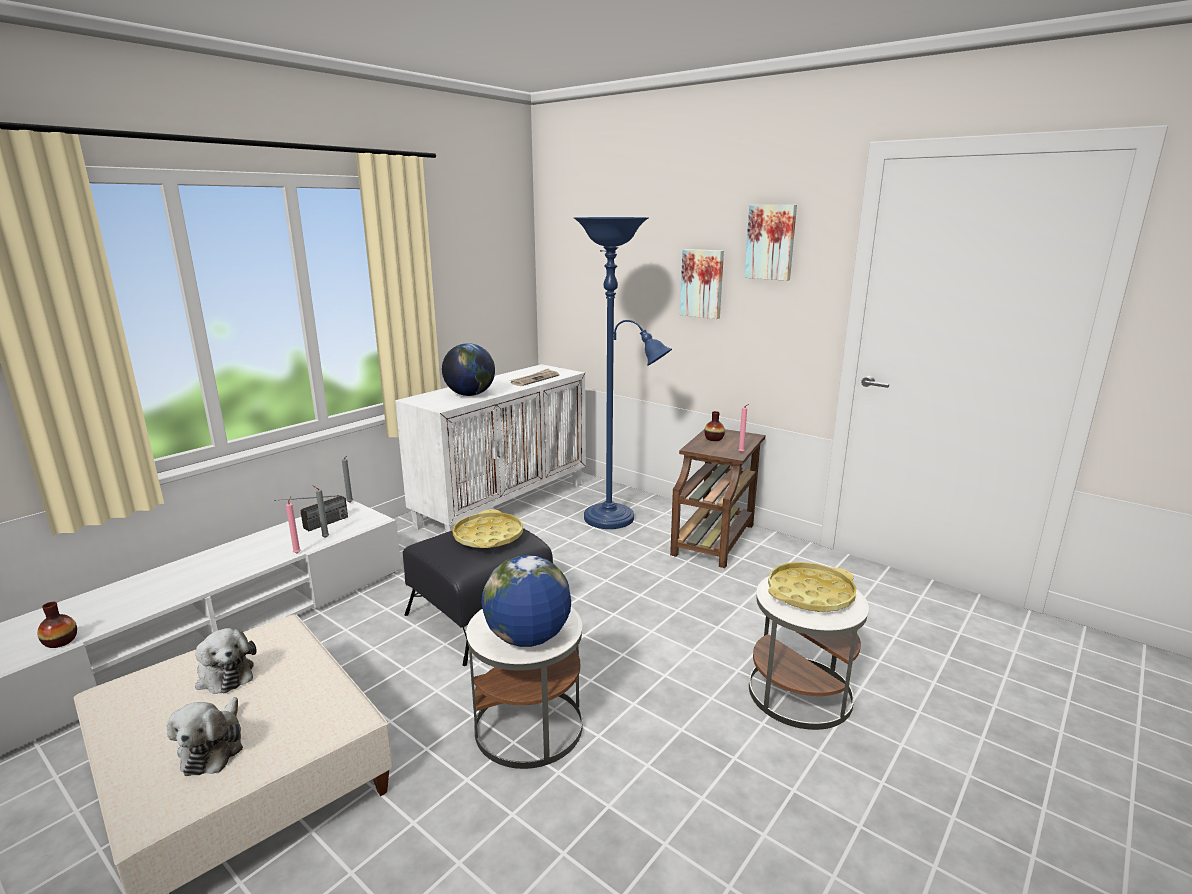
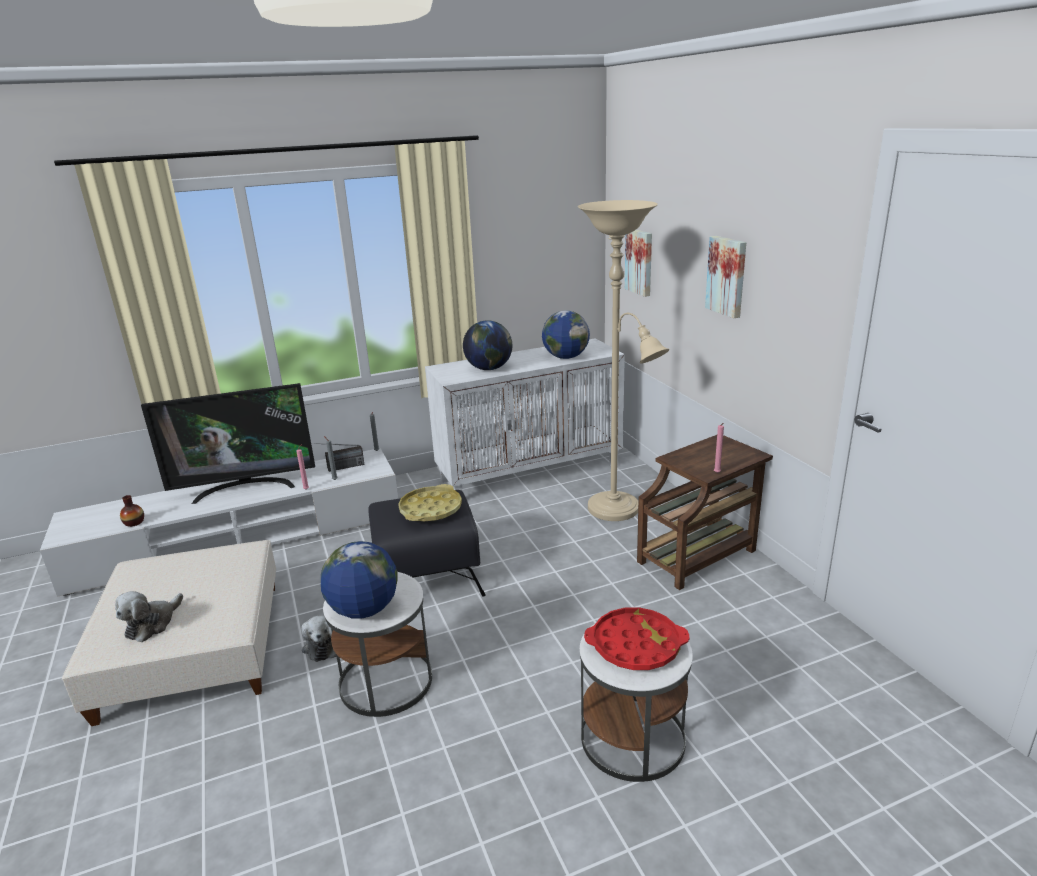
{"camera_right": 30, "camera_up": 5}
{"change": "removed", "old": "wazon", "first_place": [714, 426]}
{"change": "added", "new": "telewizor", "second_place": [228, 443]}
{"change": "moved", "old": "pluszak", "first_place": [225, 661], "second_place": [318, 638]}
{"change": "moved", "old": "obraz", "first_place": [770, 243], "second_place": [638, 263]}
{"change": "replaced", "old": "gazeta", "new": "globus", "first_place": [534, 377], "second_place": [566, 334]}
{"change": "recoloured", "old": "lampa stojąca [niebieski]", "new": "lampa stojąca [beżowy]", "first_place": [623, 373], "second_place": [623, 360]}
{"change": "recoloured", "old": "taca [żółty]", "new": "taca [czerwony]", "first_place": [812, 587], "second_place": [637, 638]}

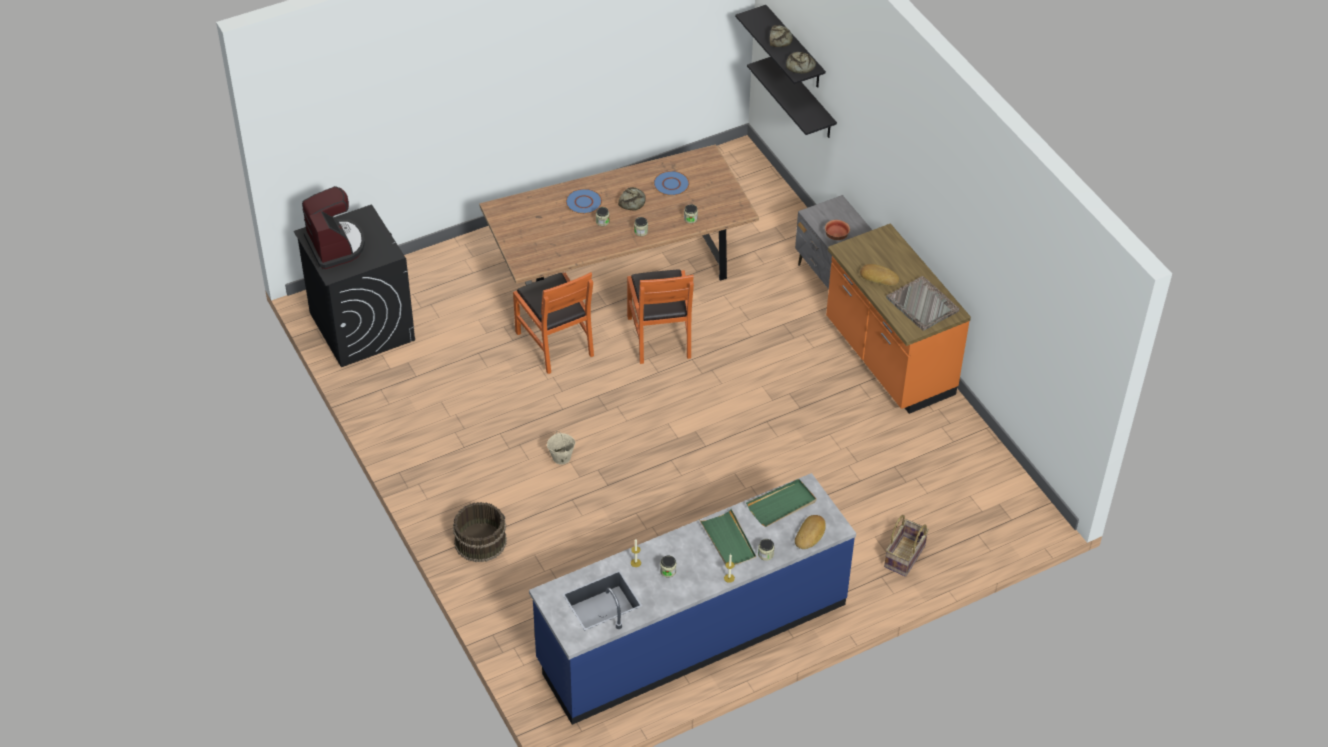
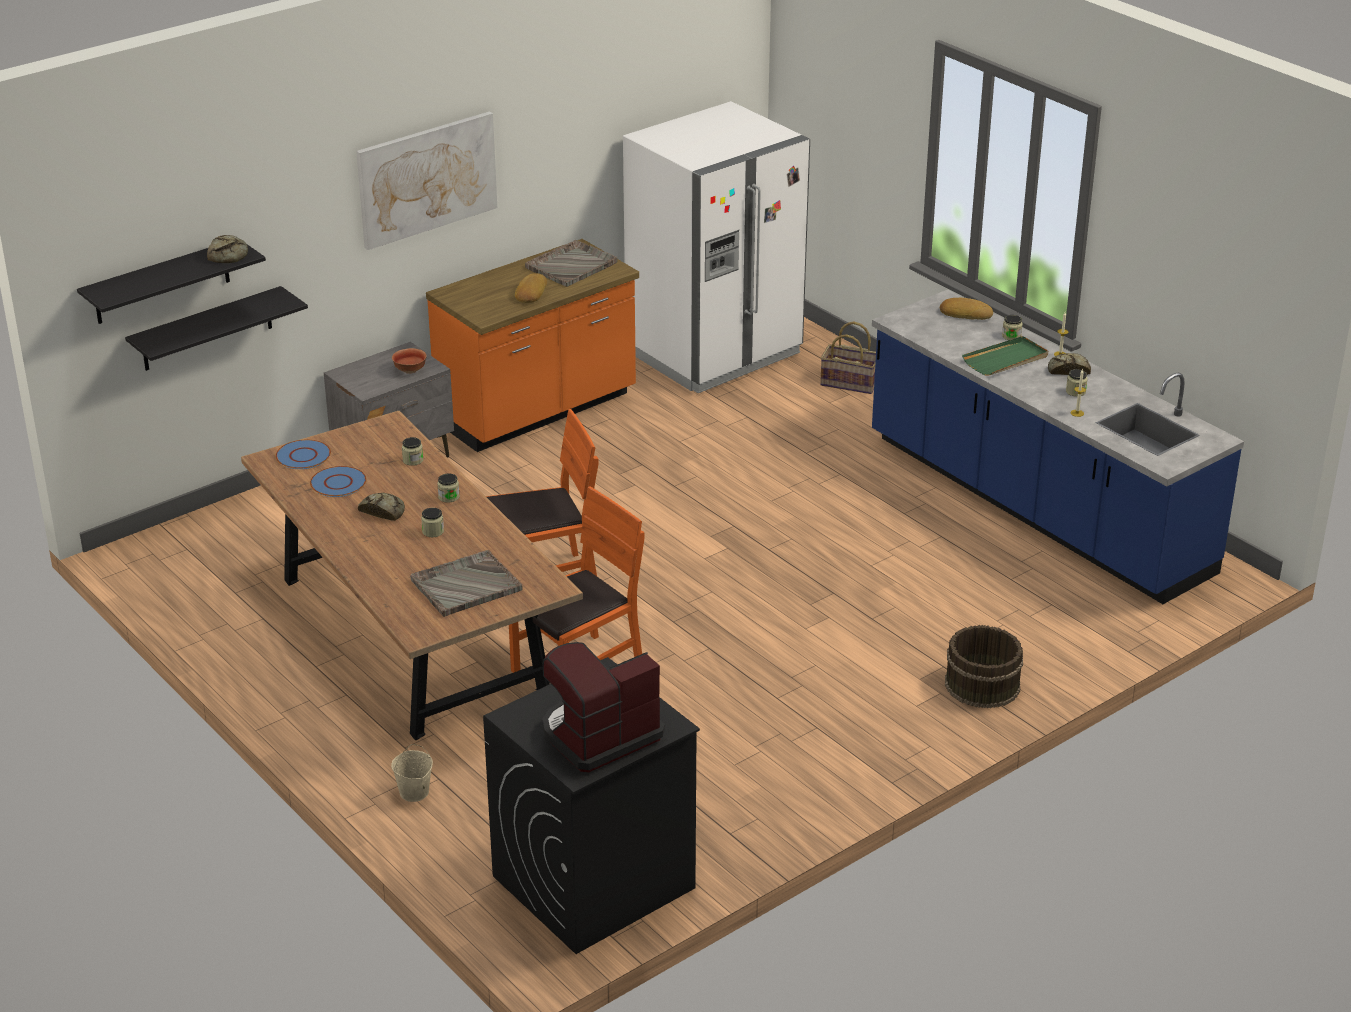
{"camera_right": -100, "camera_up": -15}
{"change": "removed", "old": "taca [zielony]", "first_place": [781, 503]}
{"change": "added", "new": "obraz", "second_place": [426, 181]}
{"change": "added", "new": "taca [szary]", "second_place": [466, 583]}
{"change": "added", "new": "lodówka [biały]", "second_place": [716, 247]}
{"change": "moved", "old": "wiadro [beżowy]", "first_place": [561, 448], "second_place": [412, 773]}
{"change": "moved", "old": "talerz [niebieski]", "first_place": [584, 201], "second_place": [303, 454]}
{"change": "moved", "old": "chleb", "first_place": [781, 36], "second_place": [1069, 364]}

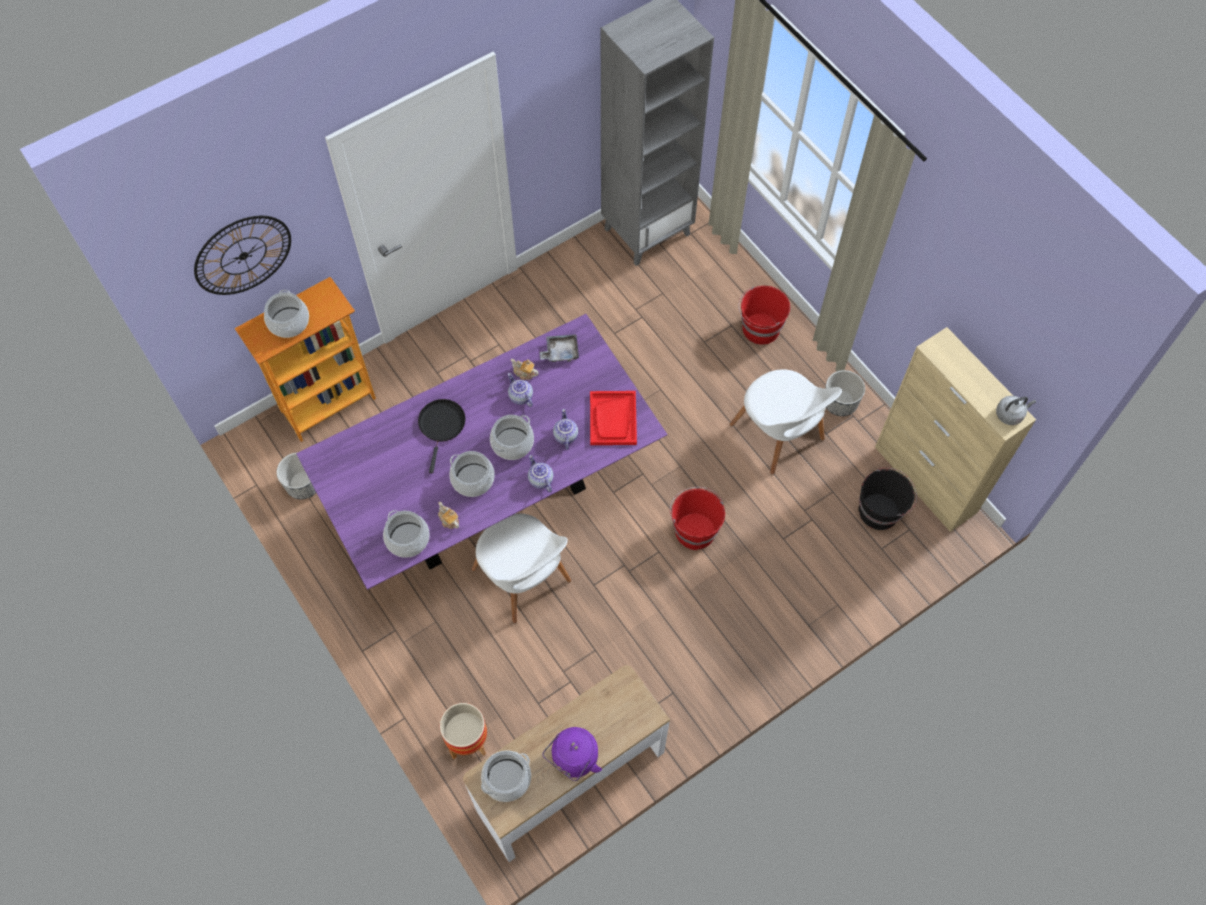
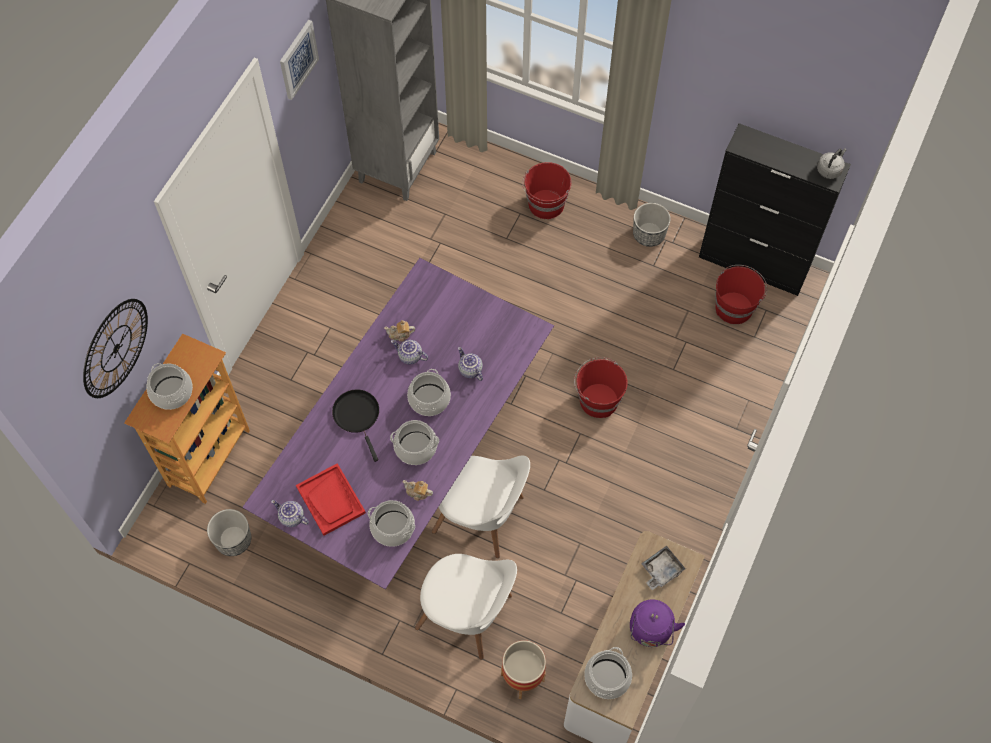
{"camera_right": -30, "camera_up": 0}
{"change": "added", "new": "obraz", "second_place": [299, 60]}
{"change": "moved", "old": "imbryk", "first_place": [540, 473], "second_place": [290, 513]}
{"change": "moved", "old": "taca [szary]", "first_place": [559, 348], "second_place": [663, 568]}
{"change": "moved", "old": "taca [czerwony]", "first_place": [613, 418], "second_place": [331, 499]}
{"change": "moved", "old": "krzesło [biały]", "first_place": [786, 422], "second_place": [466, 607]}
{"change": "recoloured", "old": "wiadro [czarny]", "new": "wiadro [czerwony]", "first_place": [887, 499], "second_place": [741, 294]}
{"change": "recoloured", "old": "szafka [beżowy]", "new": "szafka [czarny]", "first_place": [955, 429], "second_place": [775, 209]}

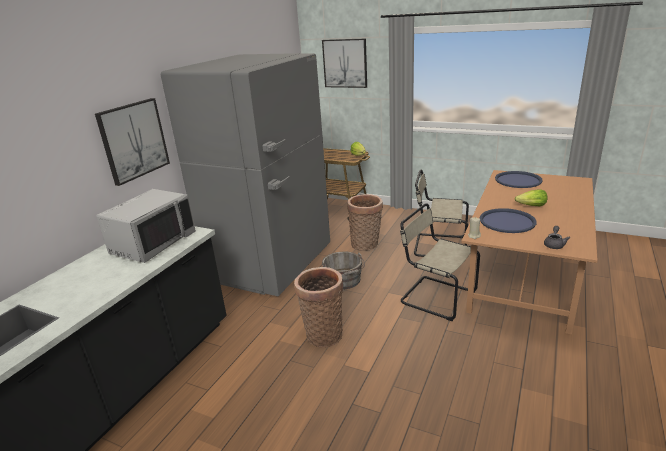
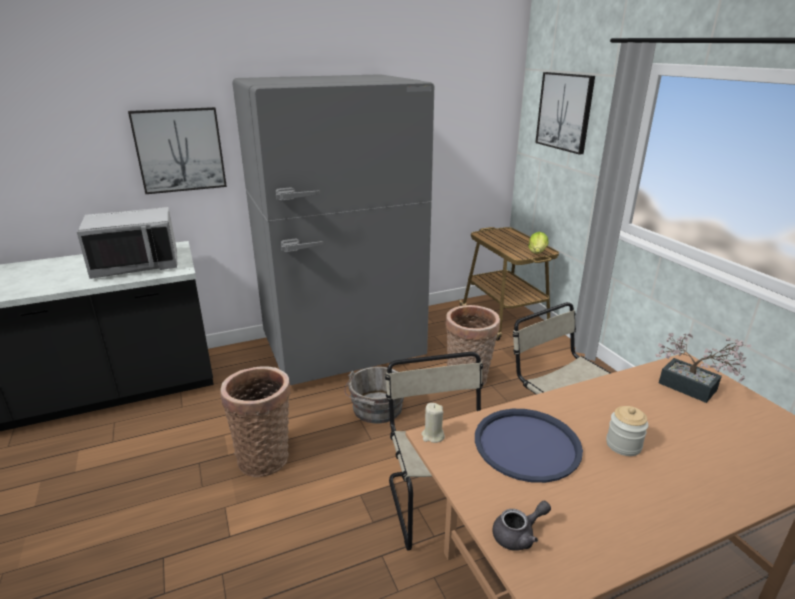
{"camera_right": 40, "camera_up": 0}
{"change": "replaced", "old": "taca [niebieski]", "new": "roślina doniczkowa", "first_place": [519, 179], "second_place": [703, 368]}
{"change": "replaced", "old": "sałata", "new": "słoik", "first_place": [531, 198], "second_place": [627, 431]}

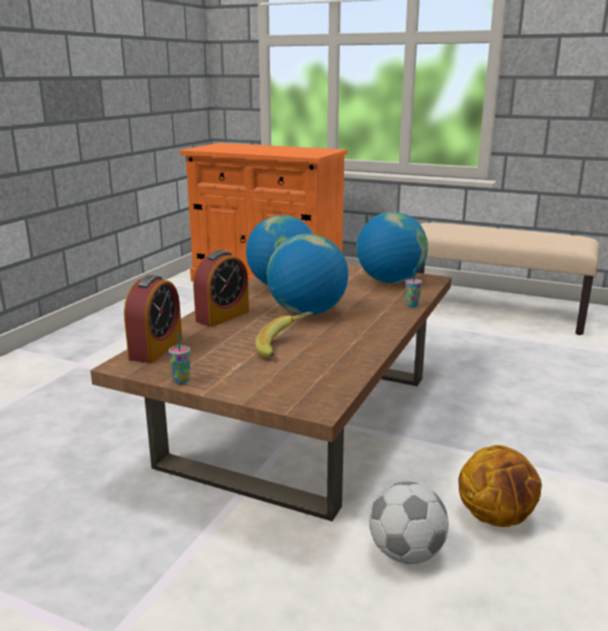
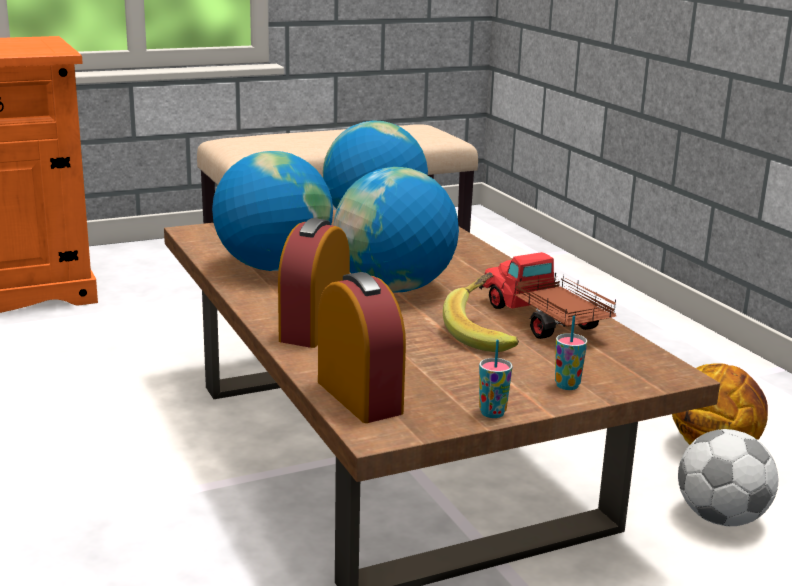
{"camera_right": -50, "camera_up": 0}
{"change": "added", "new": "ciężarówka zabawkowa", "second_place": [547, 295]}
{"change": "moved", "old": "filiżanka", "first_place": [414, 287], "second_place": [571, 353]}
{"change": "turned", "old": "budzik", "first_place": [221, 288], "second_place": [314, 283], "degrees": -150}

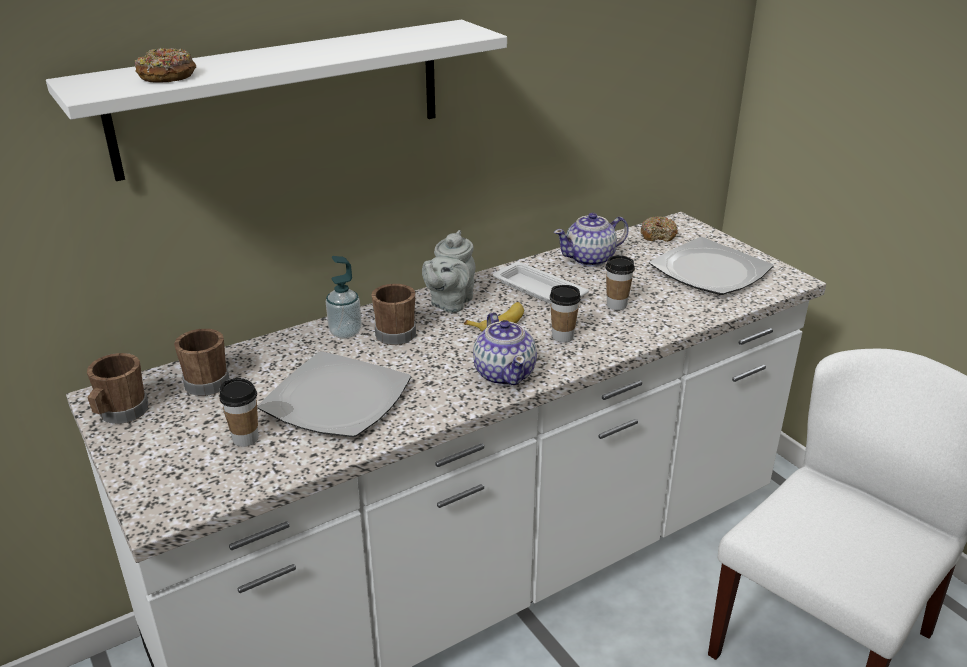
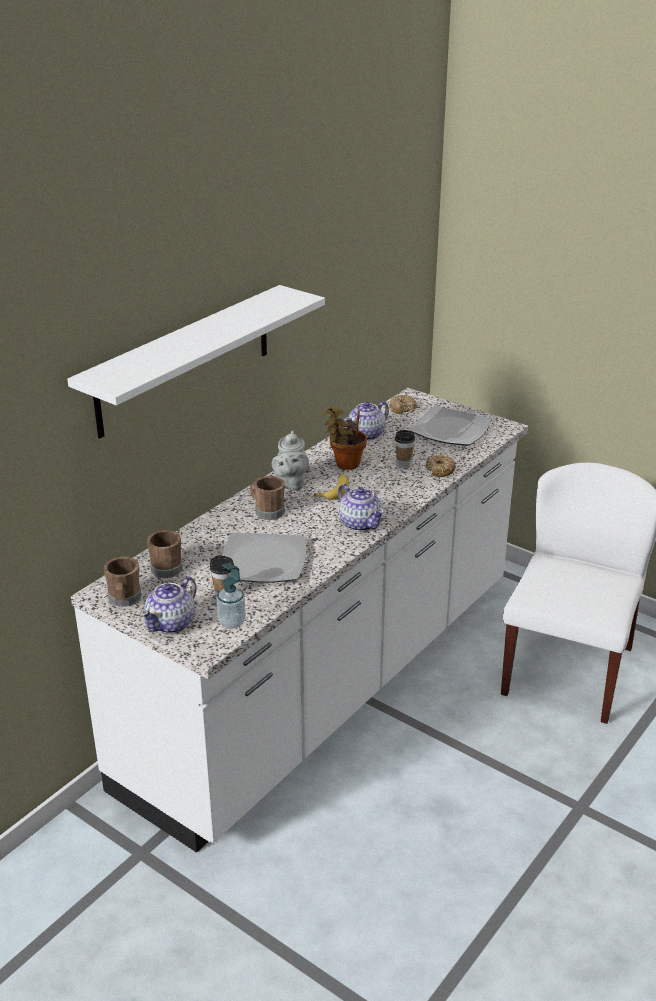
{"camera_right": -20, "camera_up": 0}
{"change": "removed", "old": "filiżanka", "first_place": [565, 314]}
{"change": "added", "new": "imbryk", "second_place": [168, 605]}
{"change": "moved", "old": "donut", "first_place": [165, 65], "second_place": [441, 466]}
{"change": "moved", "old": "dozownik mydła", "first_place": [344, 297], "second_place": [231, 596]}
{"change": "replaced", "old": "taca [biały]", "new": "roślina doniczkowa", "first_place": [541, 283], "second_place": [344, 438]}

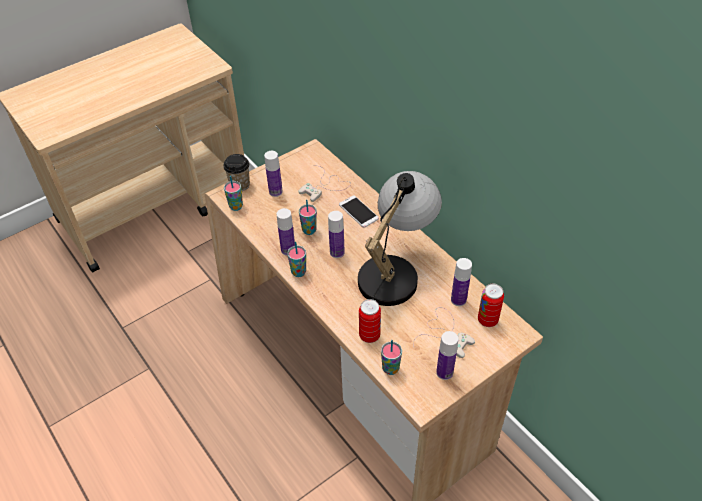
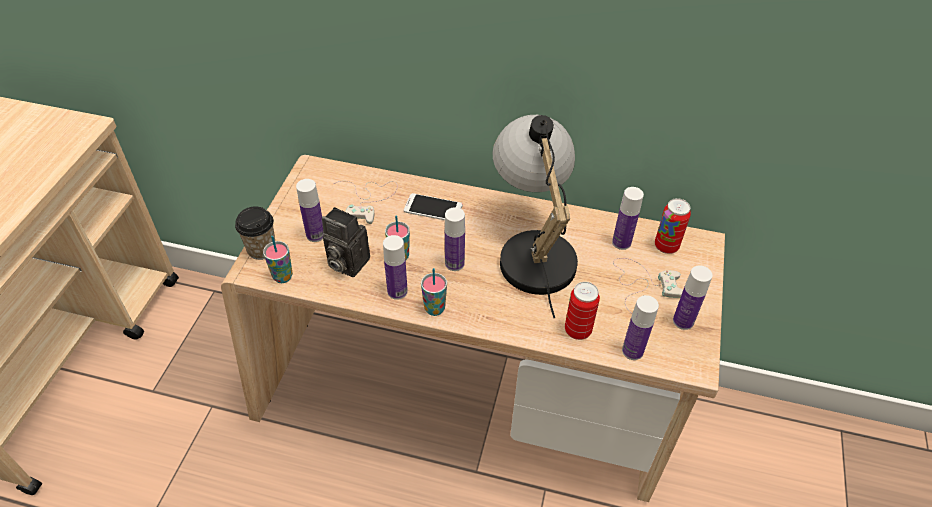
{"camera_right": -40, "camera_up": 0}
{"change": "added", "new": "aparat fotograficzny", "second_place": [346, 242]}
{"change": "replaced", "old": "filiżanka", "new": "butelka", "first_place": [391, 357], "second_place": [640, 327]}

